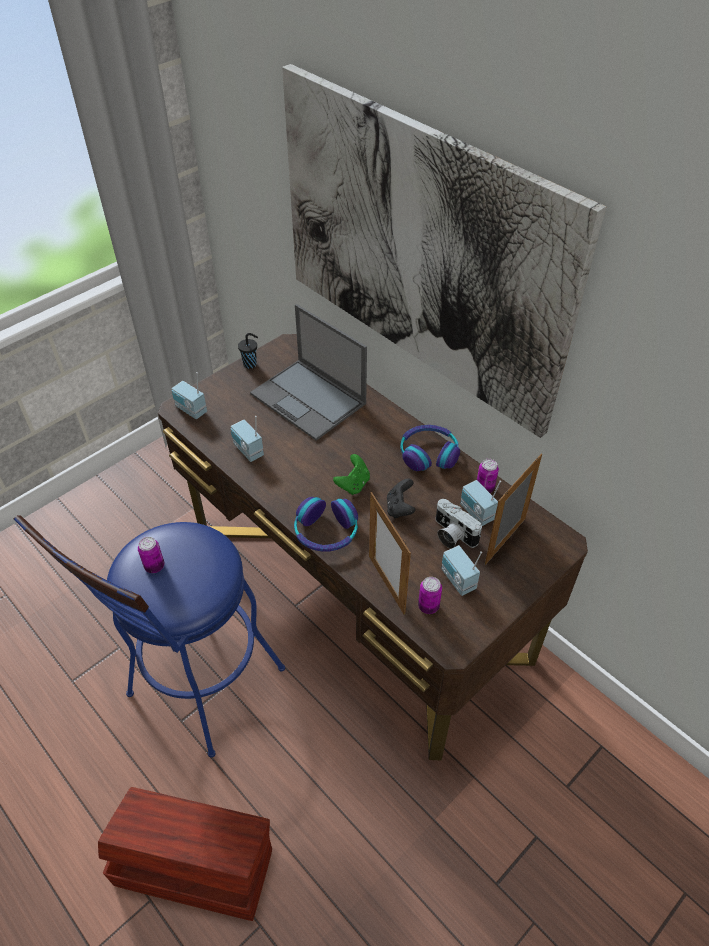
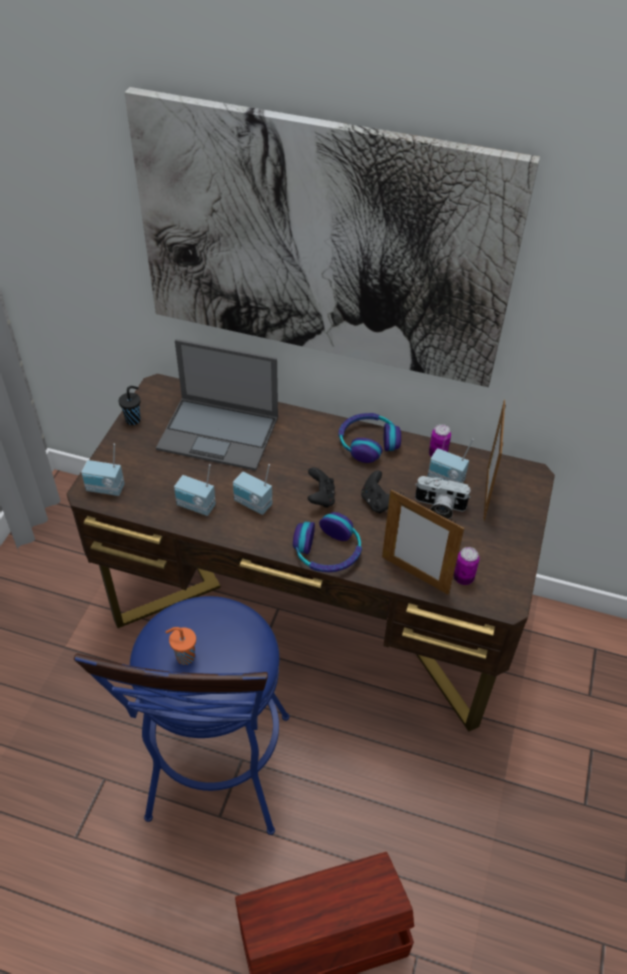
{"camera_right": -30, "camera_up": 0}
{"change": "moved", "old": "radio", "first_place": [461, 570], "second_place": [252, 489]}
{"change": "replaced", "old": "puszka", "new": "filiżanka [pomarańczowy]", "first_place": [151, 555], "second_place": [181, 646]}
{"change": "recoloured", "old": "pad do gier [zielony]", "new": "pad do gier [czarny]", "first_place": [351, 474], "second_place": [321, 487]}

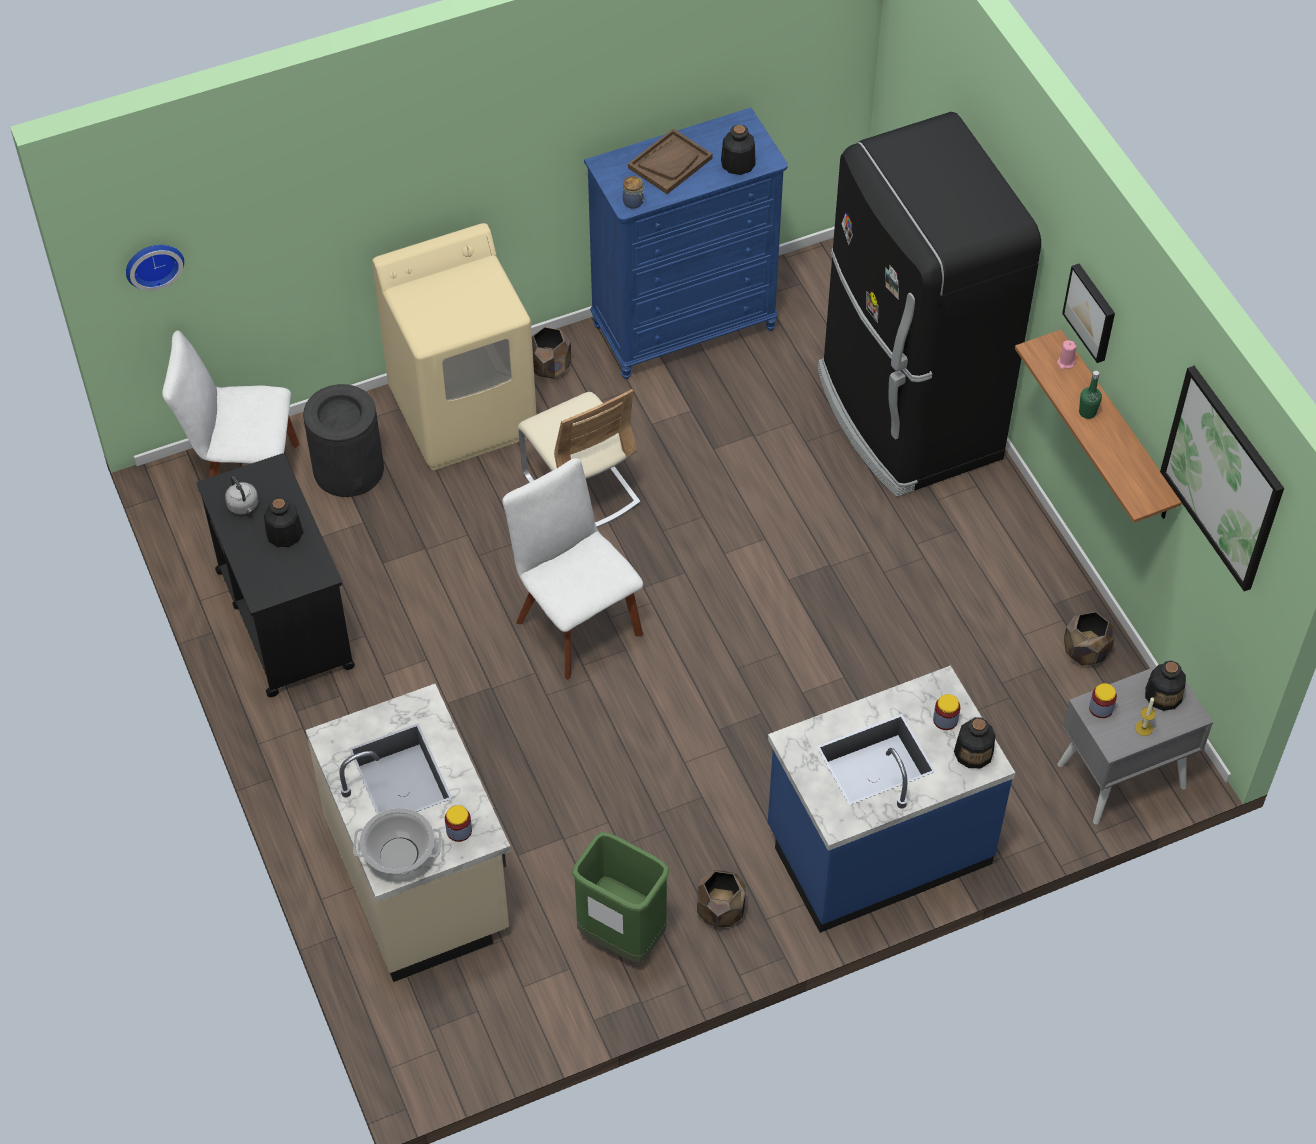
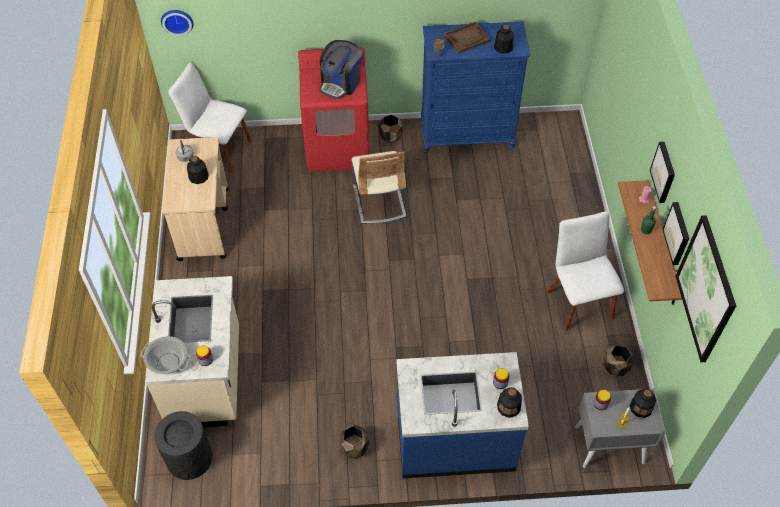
{"camera_right": 20, "camera_up": 0}
{"change": "removed", "old": "kosz na śmieci [zielony]", "first_place": [620, 897]}
{"change": "removed", "old": "lodówka [czarny]", "first_place": [929, 304]}
{"change": "added", "new": "ekspres do kawy", "second_place": [341, 69]}
{"change": "added", "new": "obraz", "second_place": [675, 233]}
{"change": "moved", "old": "kosz na śmieci [czarny]", "first_place": [343, 440], "second_place": [184, 445]}
{"change": "moved", "old": "krzesło [biały]", "first_place": [573, 568], "second_place": [585, 271]}
{"change": "recoloured", "old": "wózek [czarny]", "new": "wózek [beżowy]", "first_place": [276, 575], "second_place": [195, 199]}
{"change": "recoloured", "old": "pralka [beżowy]", "new": "pralka [czerwony]", "first_place": [454, 346], "second_place": [334, 109]}

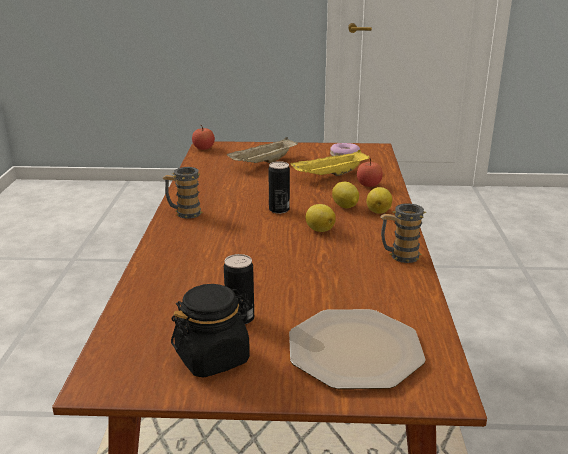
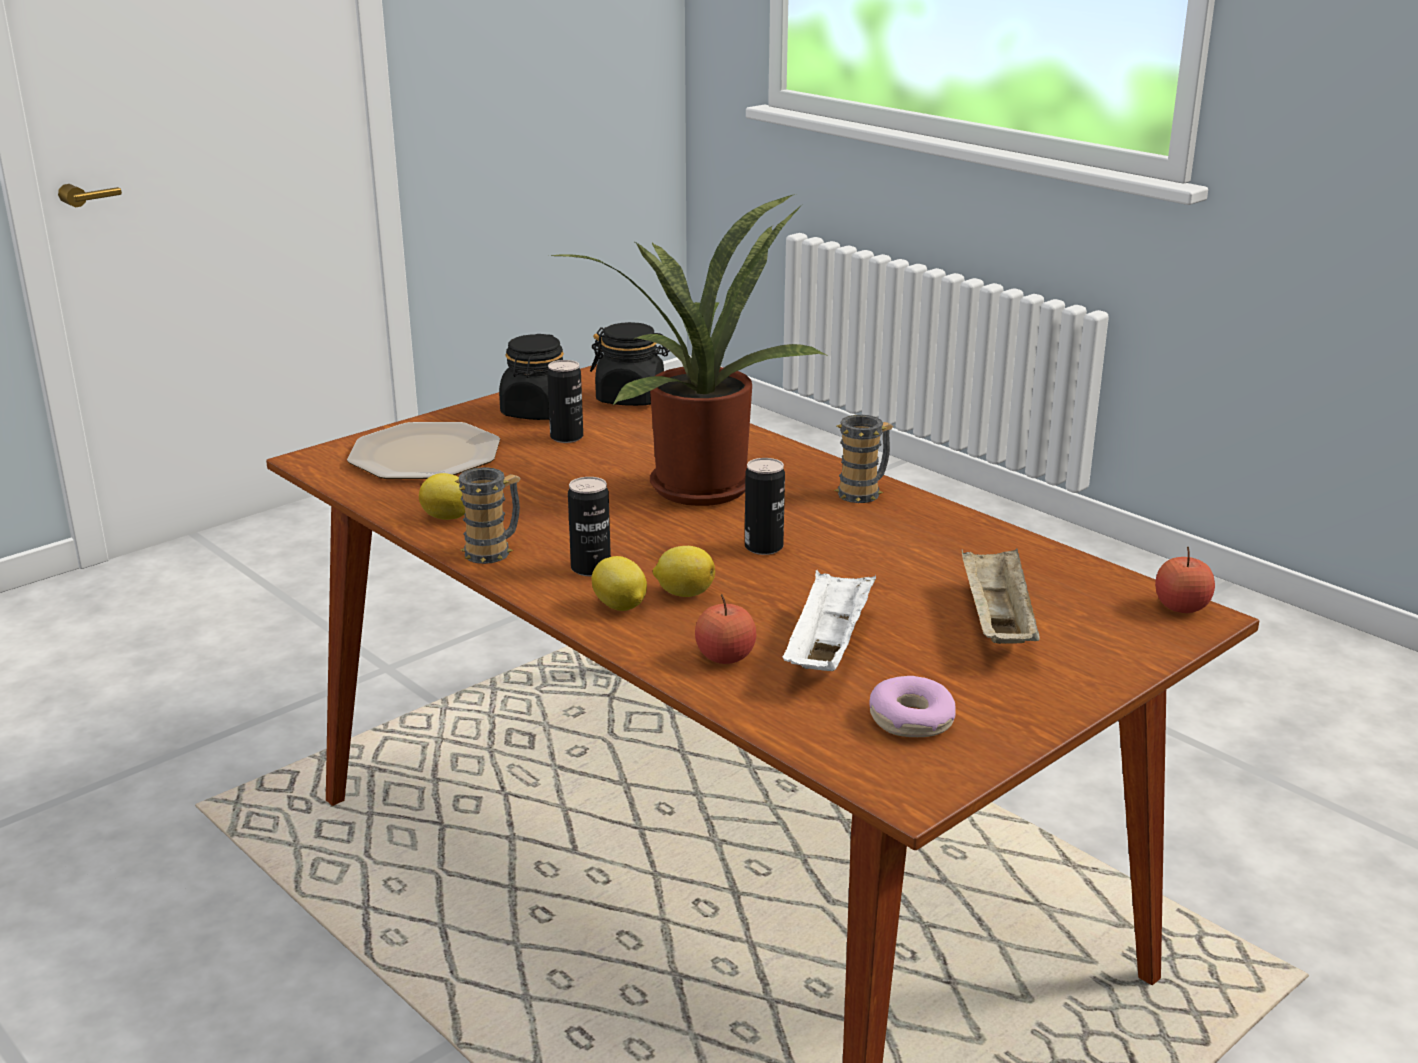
{"camera_right": 135, "camera_up": 0}
{"change": "added", "new": "roślina doniczkowa", "second_place": [689, 350]}
{"change": "added", "new": "puszka", "second_place": [589, 526]}
{"change": "added", "new": "słoik [czarny]", "second_place": [630, 364]}
{"change": "moved", "old": "cytryna", "first_place": [321, 218], "second_place": [442, 496]}
{"change": "recoloured", "old": "taca [żółty]", "new": "taca [biały]", "first_place": [330, 163], "second_place": [829, 620]}

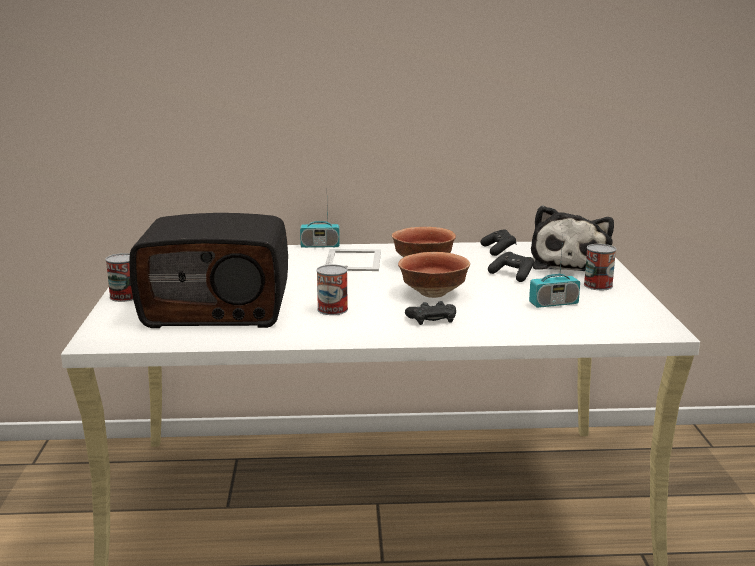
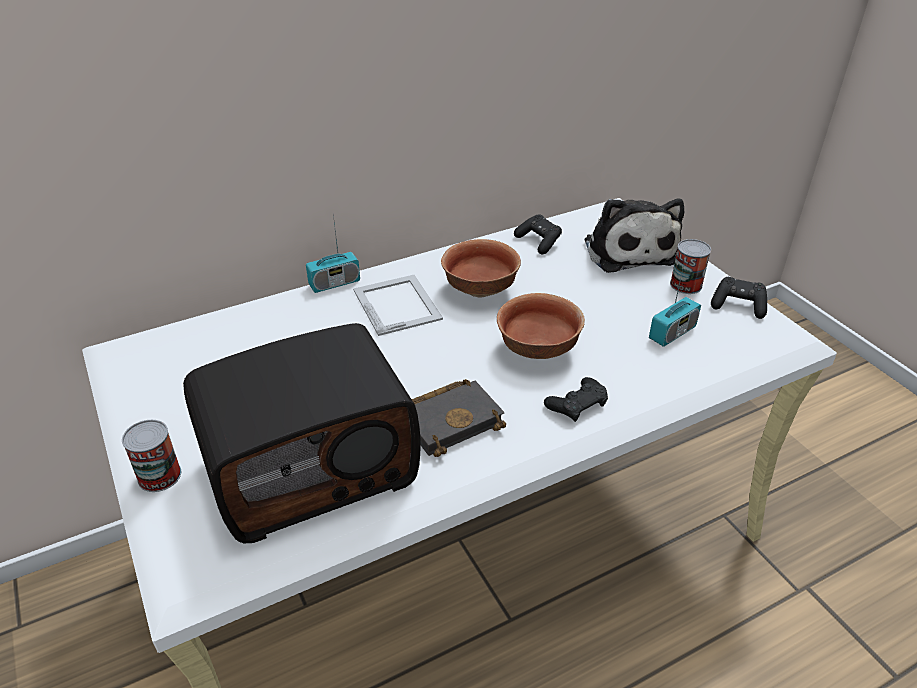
{"camera_right": -25, "camera_up": 20}
{"change": "moved", "old": "pad do gier [czarny]", "first_place": [511, 267], "second_place": [739, 298]}
{"change": "replaced", "old": "puszka", "new": "książka [czarny]", "first_place": [332, 289], "second_place": [459, 418]}

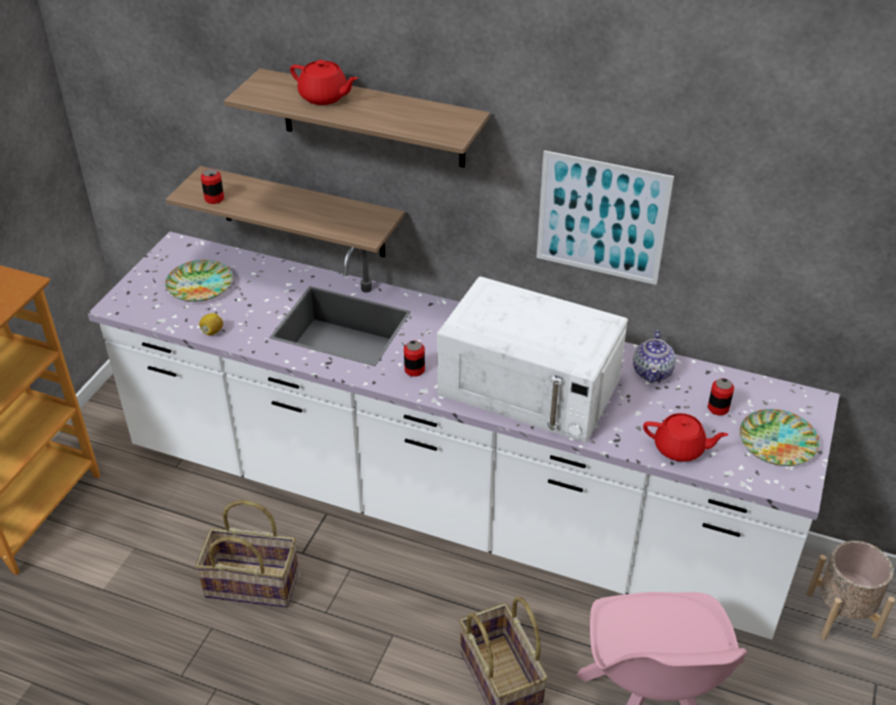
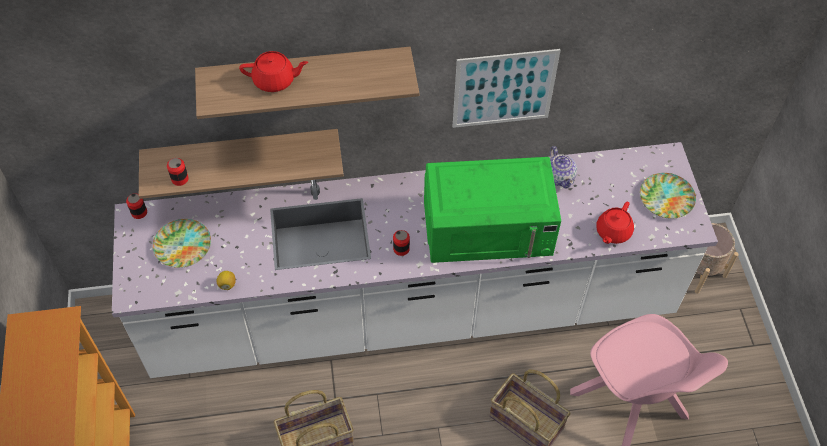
{"camera_right": -30, "camera_up": 15}
{"change": "moved", "old": "puszka", "first_place": [721, 396], "second_place": [136, 206]}
{"change": "recoloured", "old": "mikrofalówka [biały]", "new": "mikrofalówka [zielony]", "first_place": [532, 359], "second_place": [492, 210]}
{"change": "turned", "old": "imbryk [czerwony]", "first_place": [685, 437], "second_place": [615, 223], "degrees": 135}

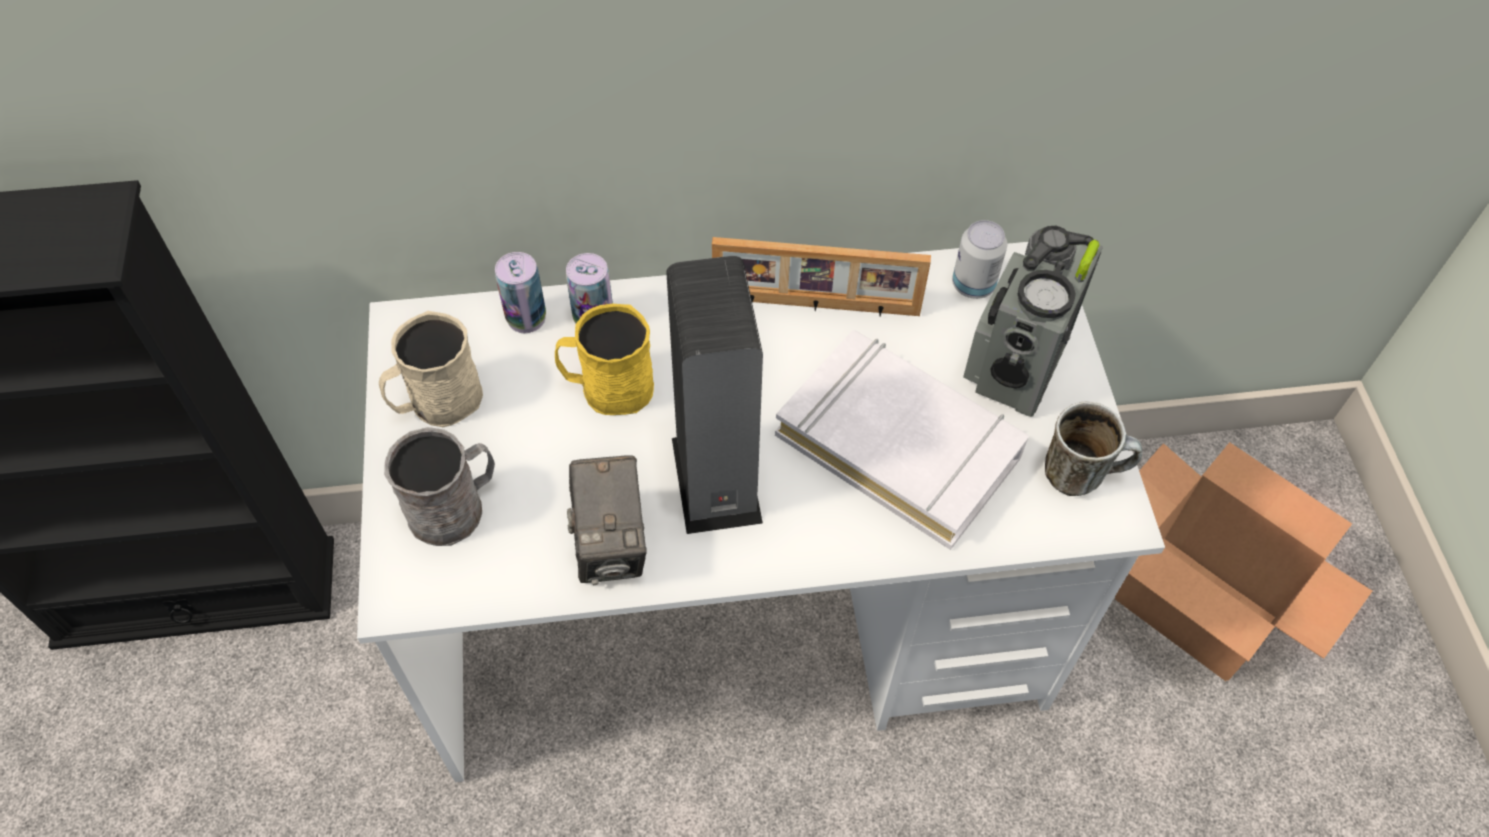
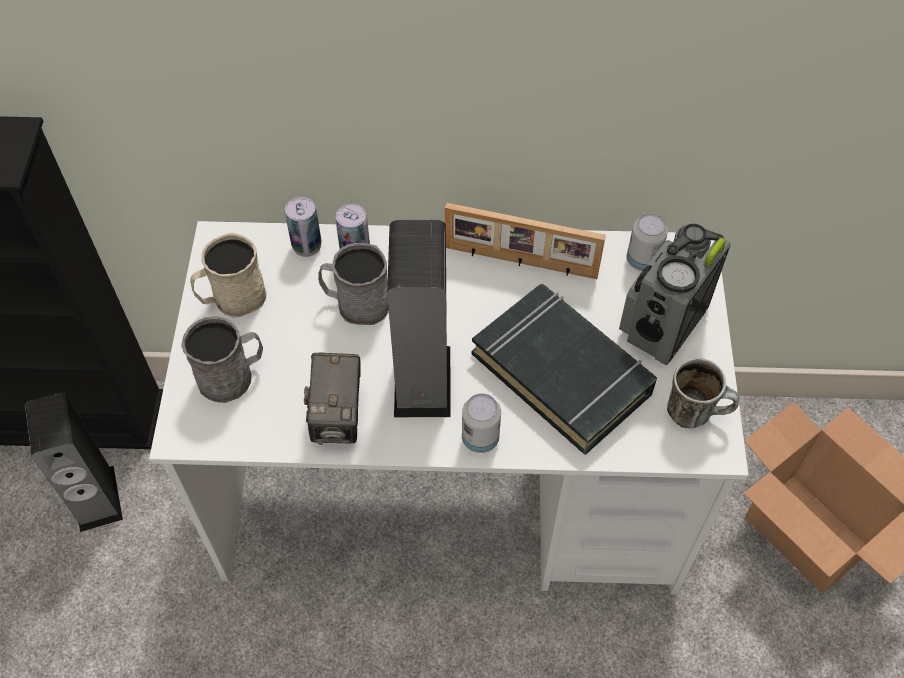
{"camera_right": 10, "camera_up": 0}
{"change": "added", "new": "głośnik", "second_place": [74, 462]}
{"change": "added", "new": "puszka", "second_place": [481, 423]}
{"change": "recoloured", "old": "kubek [żółty]", "new": "kubek [szary]", "first_place": [604, 359], "second_place": [353, 284]}
{"change": "recoloured", "old": "książka [biały]", "new": "książka [czarny]", "first_place": [902, 440], "second_place": [564, 369]}

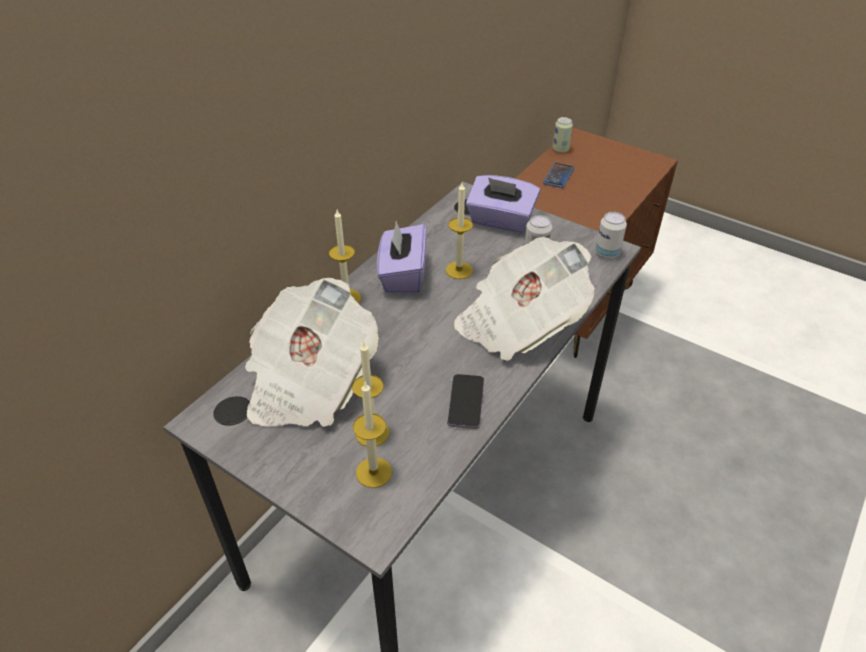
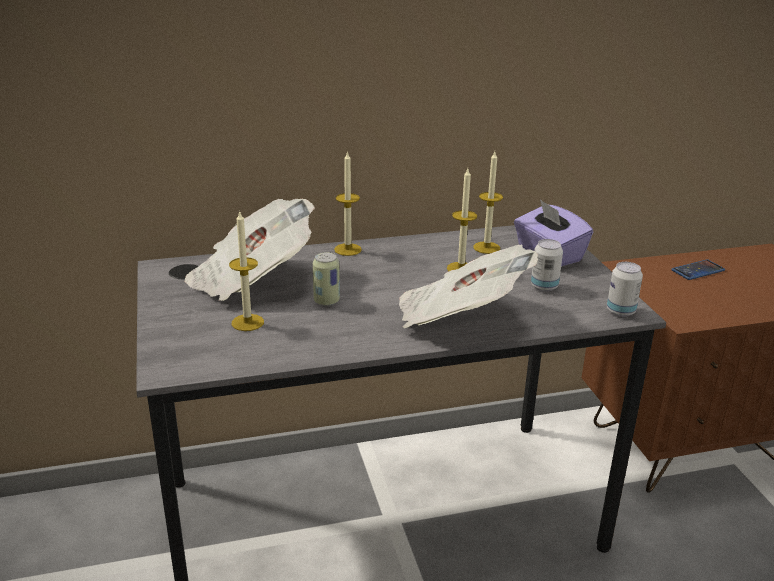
{"camera_right": 40, "camera_up": -15}
{"change": "removed", "old": "pudełko chusteczek [fioletowy]", "first_place": [402, 257]}
{"change": "removed", "old": "telefon", "first_place": [465, 401]}
{"change": "moved", "old": "świeca", "first_place": [372, 435], "second_place": [488, 203]}
{"change": "moved", "old": "puszka", "first_place": [562, 135], "second_place": [326, 279]}

